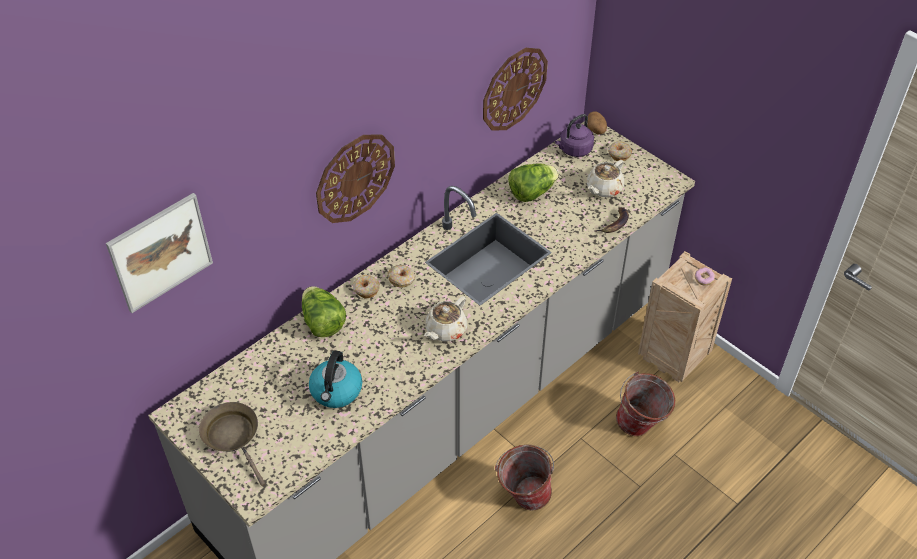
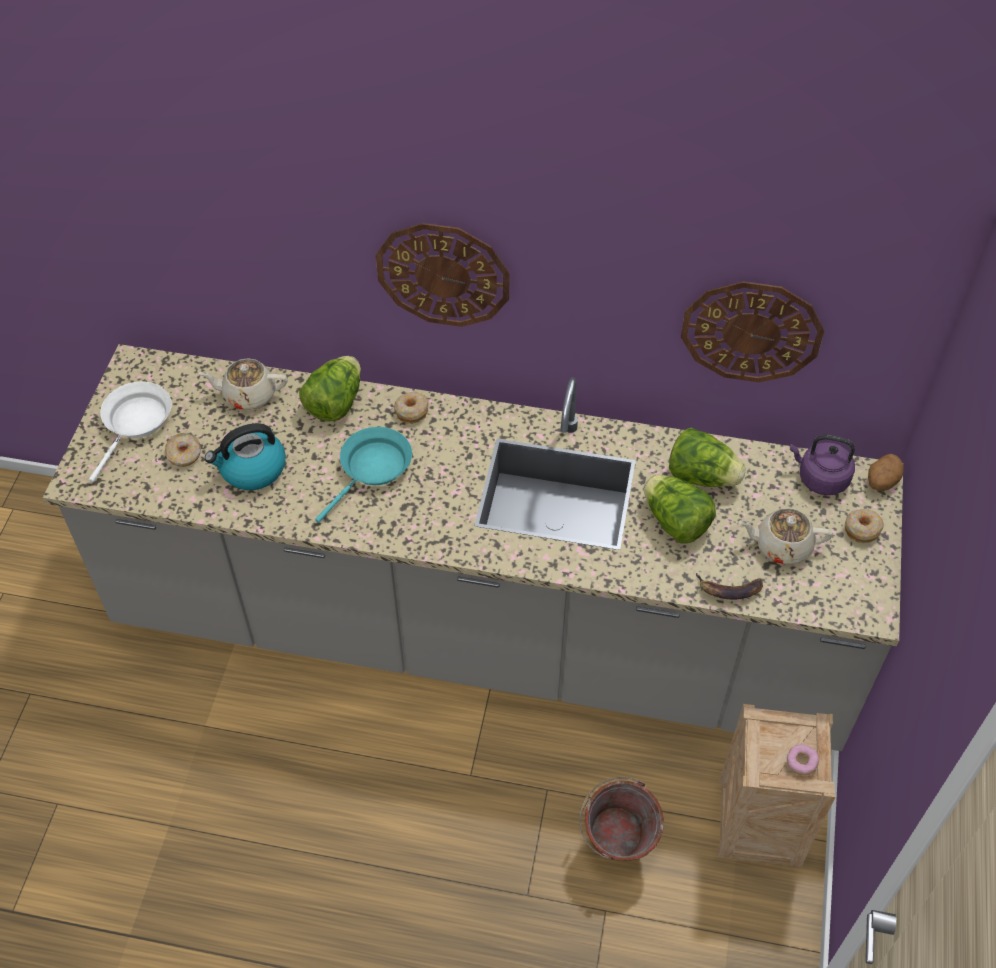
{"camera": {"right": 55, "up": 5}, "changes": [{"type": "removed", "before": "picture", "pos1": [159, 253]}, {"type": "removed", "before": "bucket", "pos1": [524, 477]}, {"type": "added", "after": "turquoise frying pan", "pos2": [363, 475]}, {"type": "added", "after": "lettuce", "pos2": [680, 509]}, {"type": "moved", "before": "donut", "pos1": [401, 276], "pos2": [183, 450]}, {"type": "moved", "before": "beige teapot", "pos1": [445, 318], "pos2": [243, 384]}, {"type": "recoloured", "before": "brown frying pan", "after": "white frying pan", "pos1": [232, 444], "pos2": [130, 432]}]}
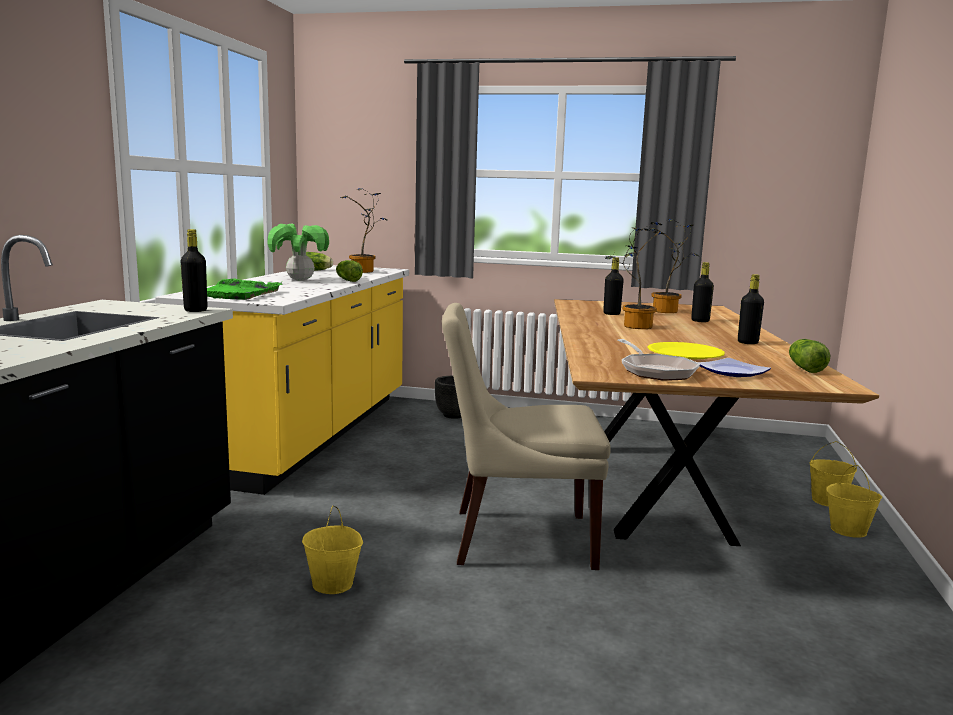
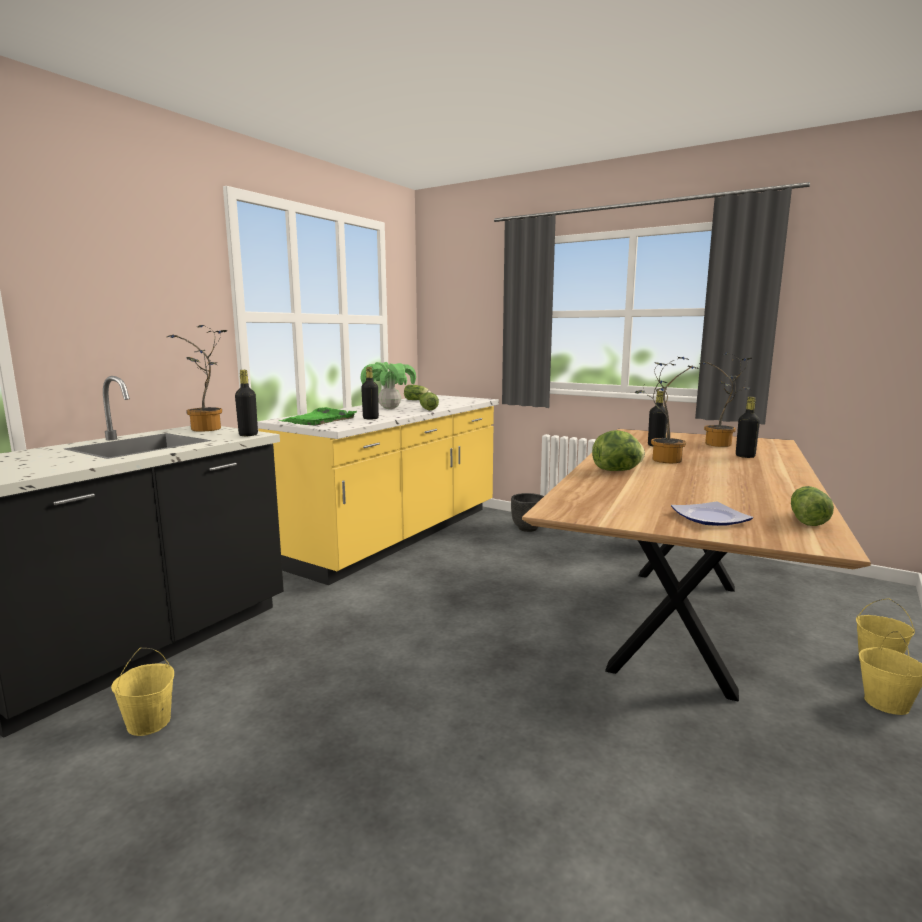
{"camera": {"right": 20, "up": 0}, "changes": [{"type": "removed", "before": "beige chair", "pos1": [526, 436]}, {"type": "removed", "before": "frying pan", "pos1": [658, 360]}, {"type": "removed", "before": "yellow plate", "pos1": [686, 350]}, {"type": "added", "after": "lettuce", "pos2": [618, 450]}, {"type": "moved", "before": "yellow bucket", "pos1": [332, 550], "pos2": [142, 692]}, {"type": "moved", "before": "potted plant", "pos1": [363, 230], "pos2": [197, 378]}, {"type": "moved", "before": "black bottle", "pos1": [751, 309], "pos2": [370, 393]}]}
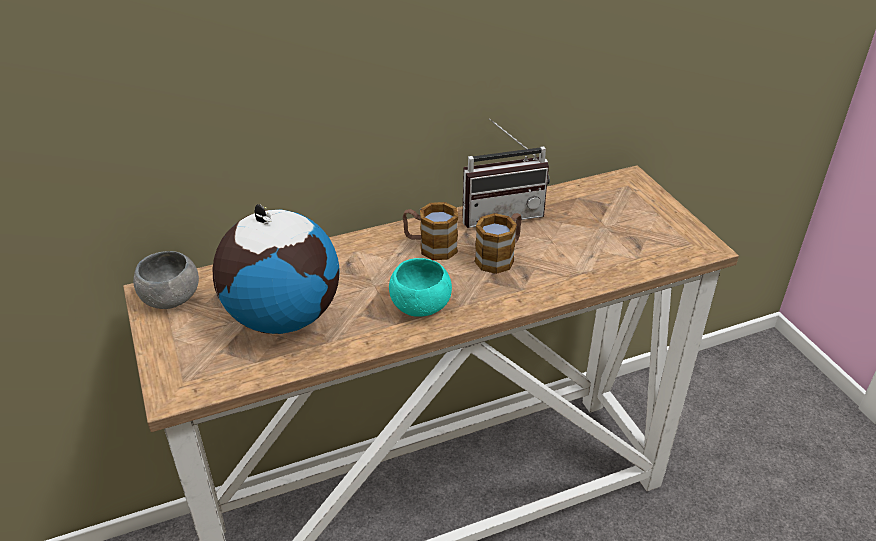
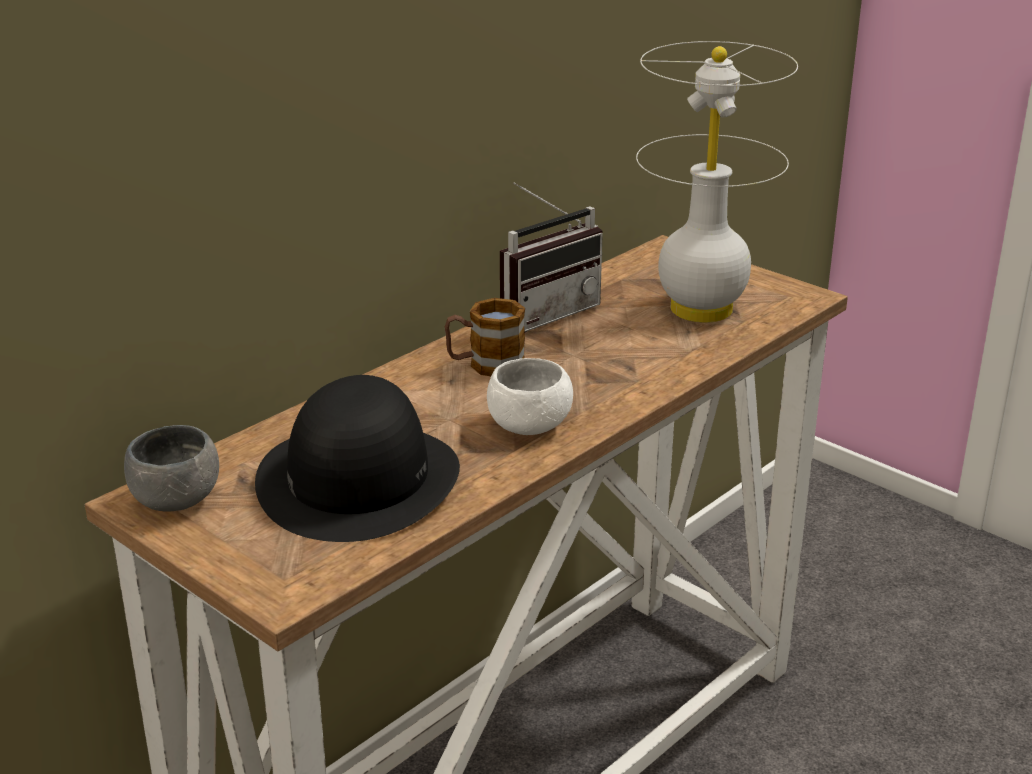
{"camera": {"right": -25, "up": -10}, "changes": [{"type": "removed", "before": "mug", "pos1": [498, 243]}, {"type": "added", "after": "white table lamp", "pos2": [717, 182]}, {"type": "replaced", "before": "globe", "after": "black hat", "pos1": [276, 269], "pos2": [357, 458]}, {"type": "recoloured", "before": "turquoise bowl", "after": "white bowl", "pos1": [420, 287], "pos2": [530, 396]}]}
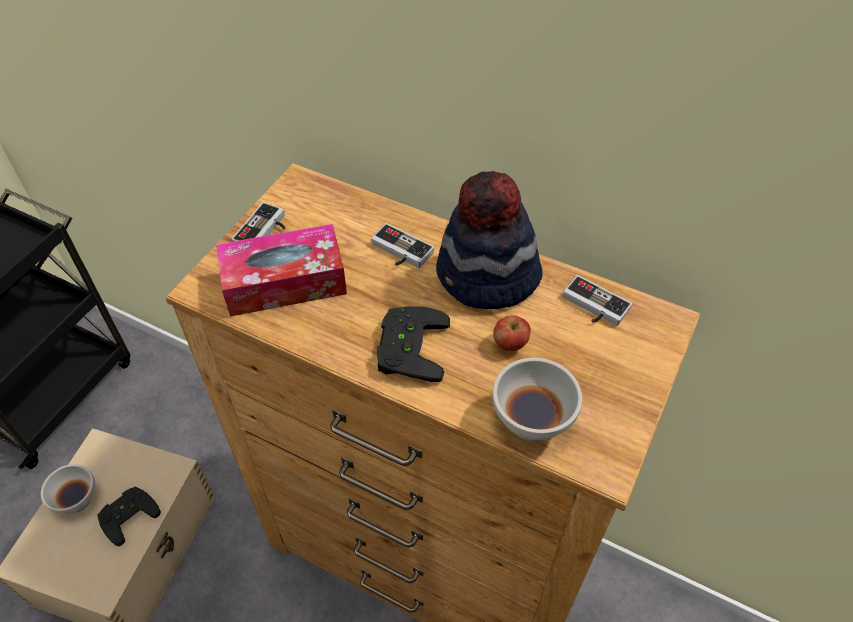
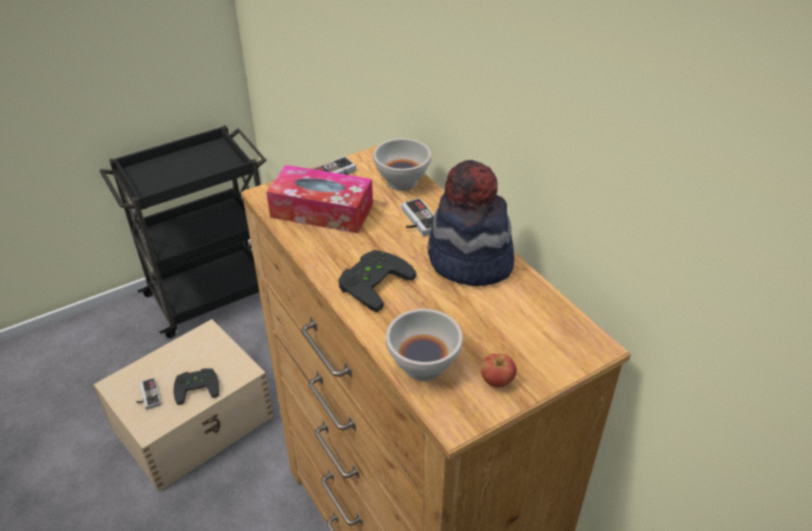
{"camera": {"right": 30, "up": -10}, "changes": [{"type": "moved", "before": "white bowl", "pos1": [68, 488], "pos2": [402, 164]}, {"type": "moved", "before": "apple", "pos1": [512, 333], "pos2": [498, 371]}, {"type": "moved", "before": "game controller", "pos1": [597, 300], "pos2": [148, 394]}]}
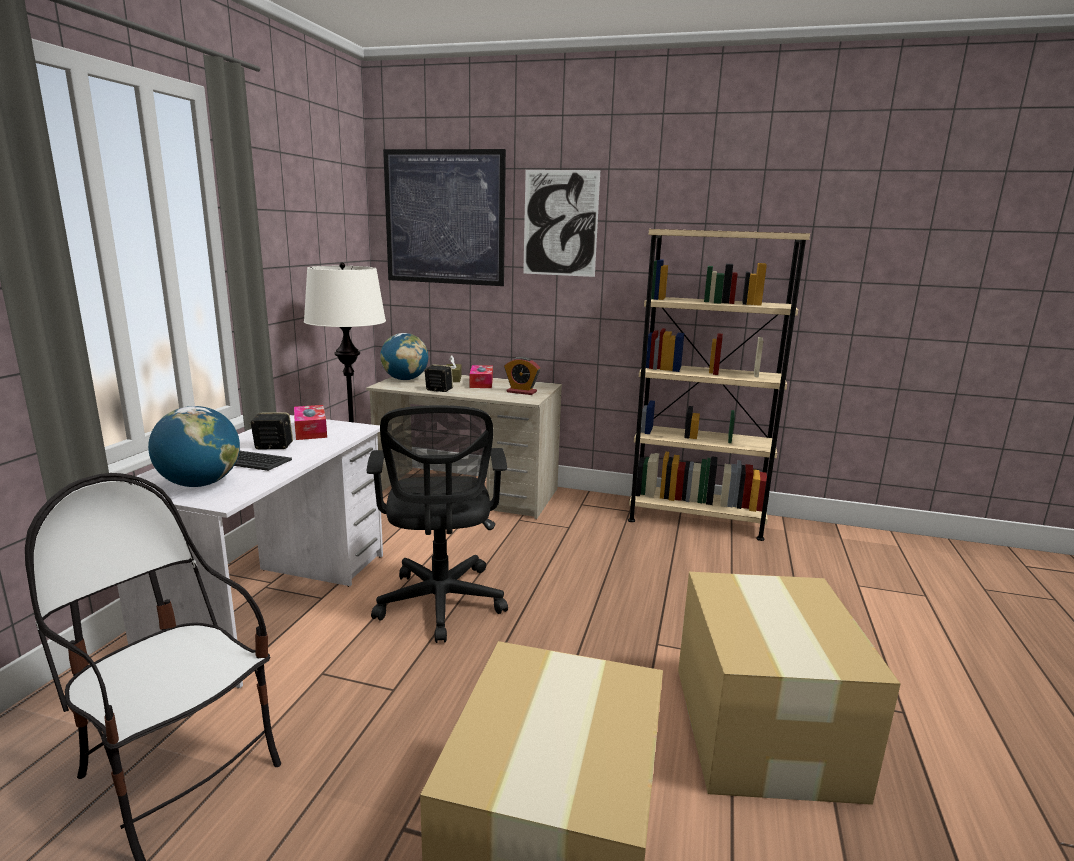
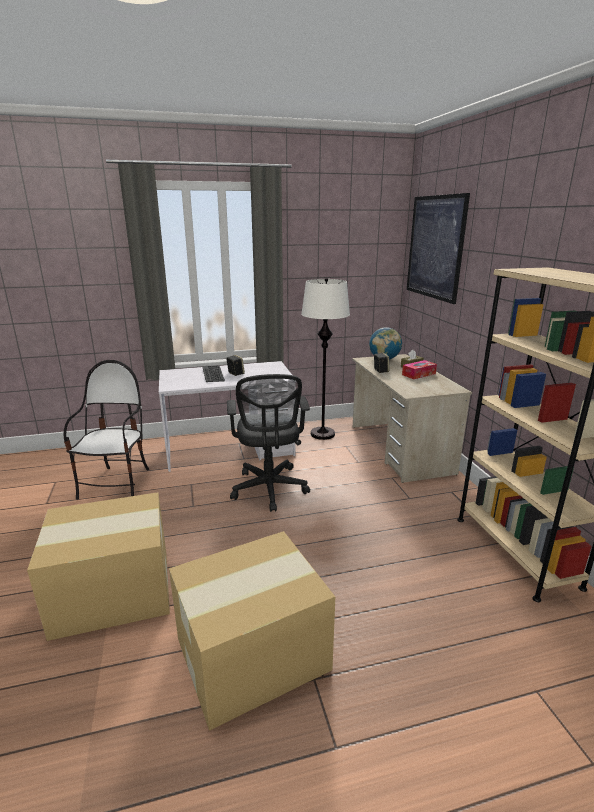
{"camera": {"right": 60, "up": 5}, "changes": [{"type": "removed", "before": "globe", "pos1": [194, 446]}, {"type": "removed", "before": "tissue box", "pos1": [310, 422]}, {"type": "removed", "before": "alarm clock", "pos1": [522, 376]}, {"type": "removed", "before": "picture", "pos1": [561, 223]}, {"type": "turned", "before": "black office chair", "pos1": [437, 524], "pos2": [268, 443], "turn": -60}]}
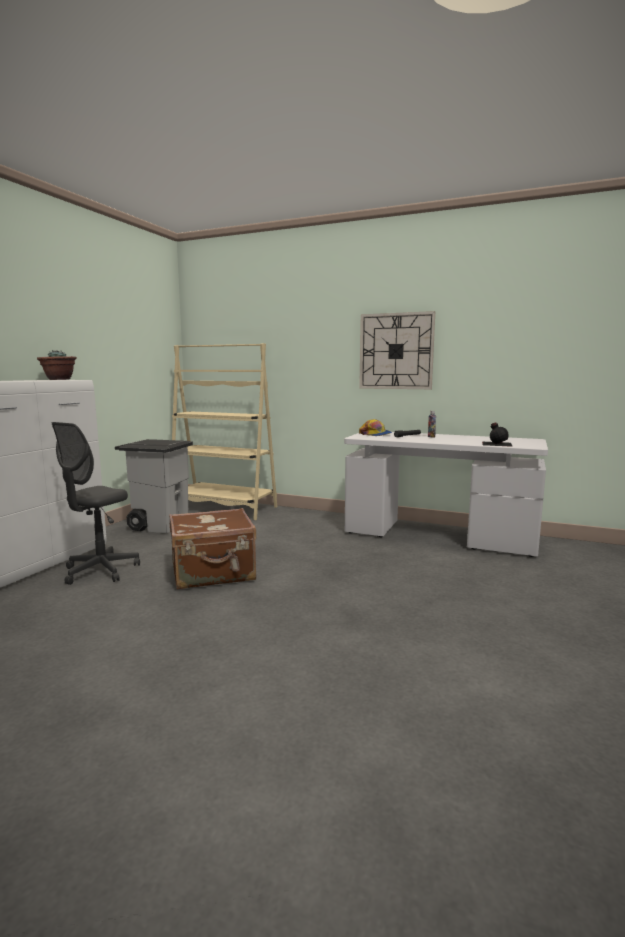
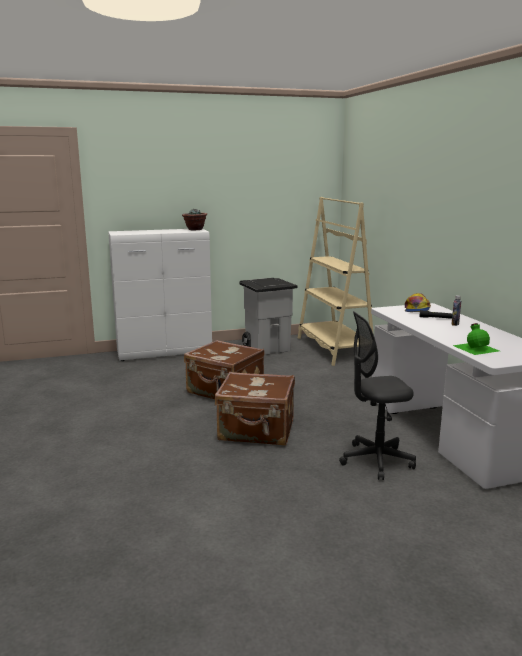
{"camera": {"right": 50, "up": 5}, "changes": [{"type": "removed", "before": "wall clock", "pos1": [397, 350]}, {"type": "added", "after": "brown suitcase", "pos2": [255, 408]}, {"type": "moved", "before": "grey office chair", "pos1": [96, 503], "pos2": [377, 395]}, {"type": "recoloured", "before": "black bottle", "after": "green bottle", "pos1": [497, 434], "pos2": [476, 339]}]}
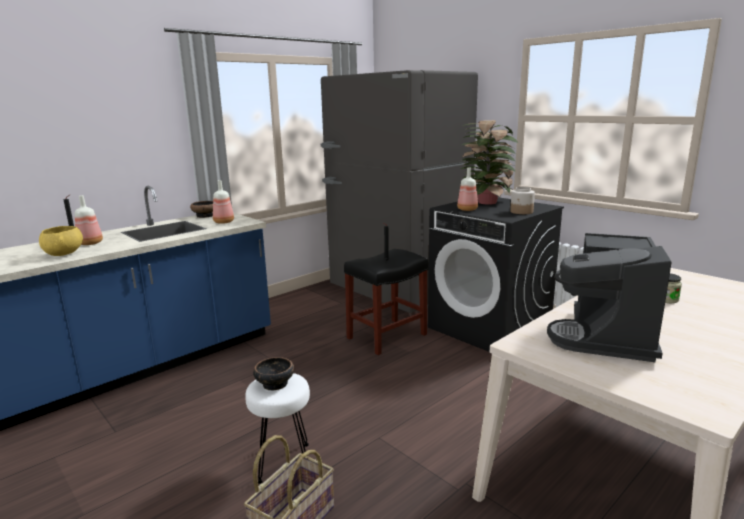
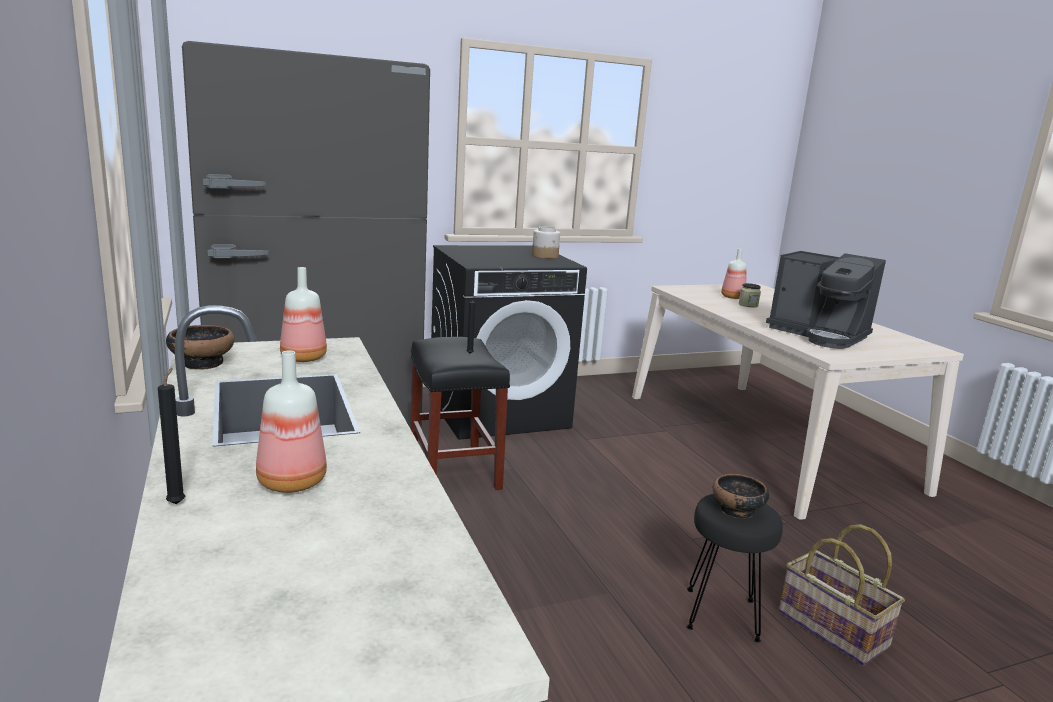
{"camera": {"right": -70, "up": 0}, "changes": [{"type": "removed", "before": "yellow bowl", "pos1": [61, 241]}, {"type": "removed", "before": "potted plant", "pos1": [489, 162]}, {"type": "moved", "before": "bottle", "pos1": [467, 189], "pos2": [733, 273]}, {"type": "recoloured", "before": "white stool", "after": "black stool", "pos1": [277, 428], "pos2": [735, 568]}]}
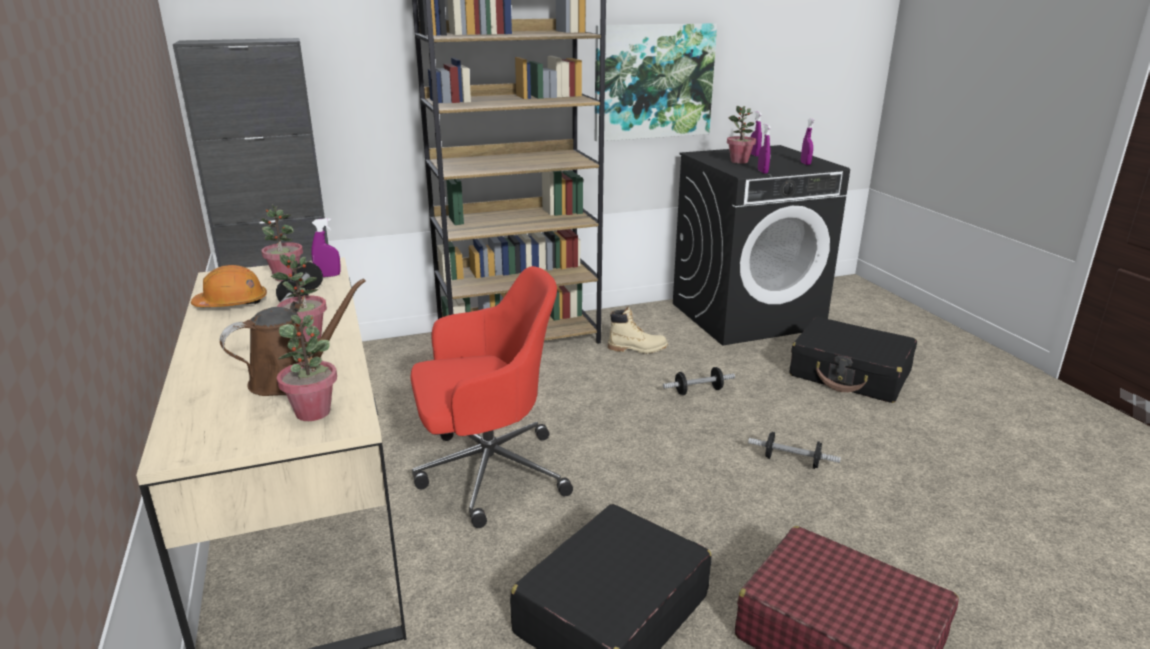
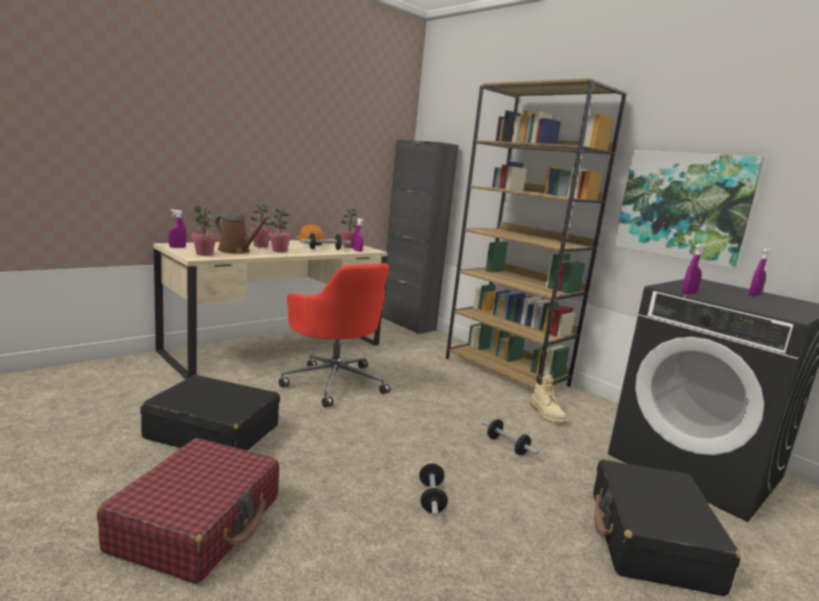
{"camera": {"right": 65, "up": -10}, "changes": [{"type": "moved", "before": "potted plant", "pos1": [741, 135], "pos2": [261, 226]}, {"type": "moved", "before": "purple spray bottle", "pos1": [808, 141], "pos2": [177, 228]}]}
